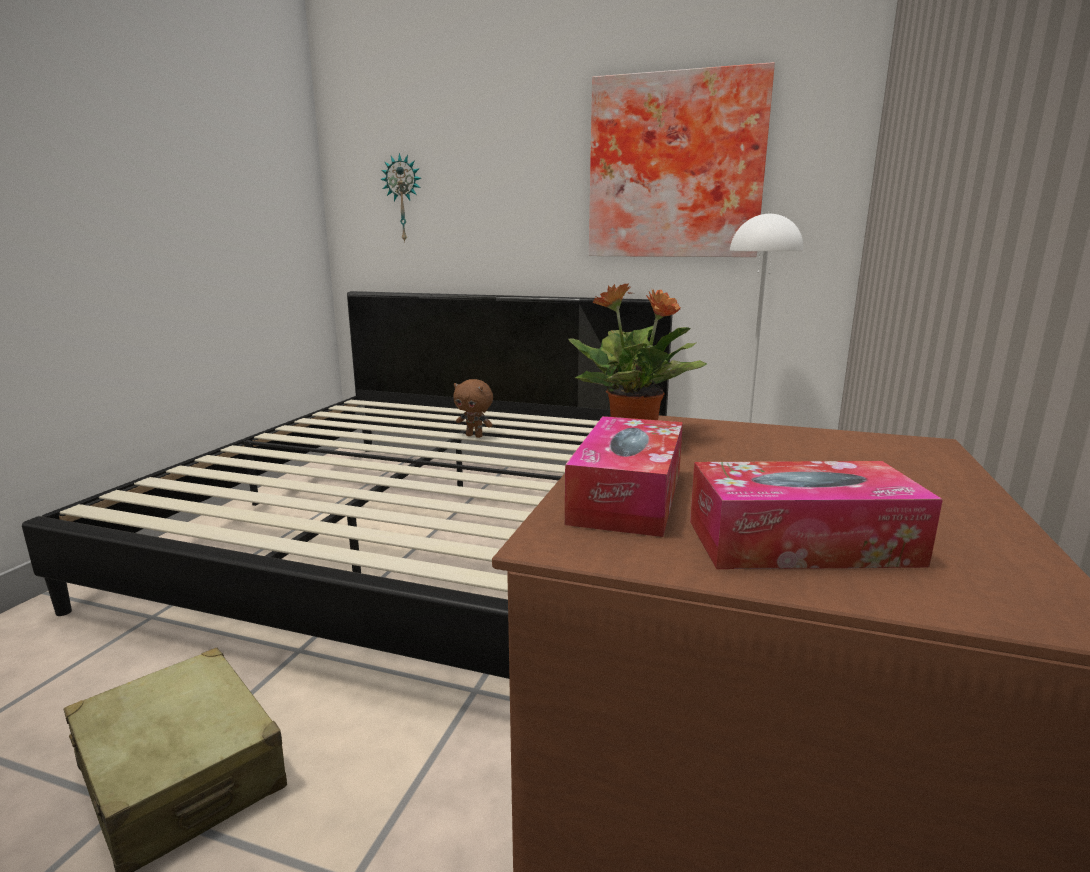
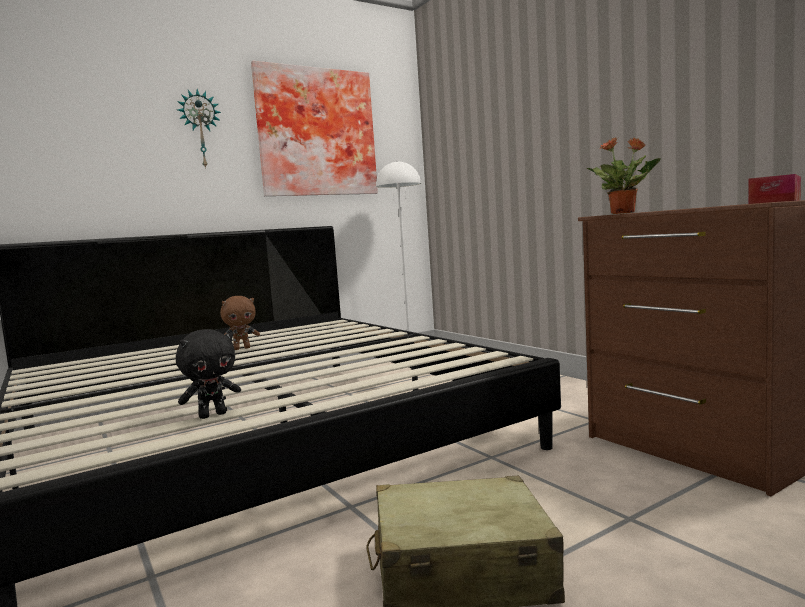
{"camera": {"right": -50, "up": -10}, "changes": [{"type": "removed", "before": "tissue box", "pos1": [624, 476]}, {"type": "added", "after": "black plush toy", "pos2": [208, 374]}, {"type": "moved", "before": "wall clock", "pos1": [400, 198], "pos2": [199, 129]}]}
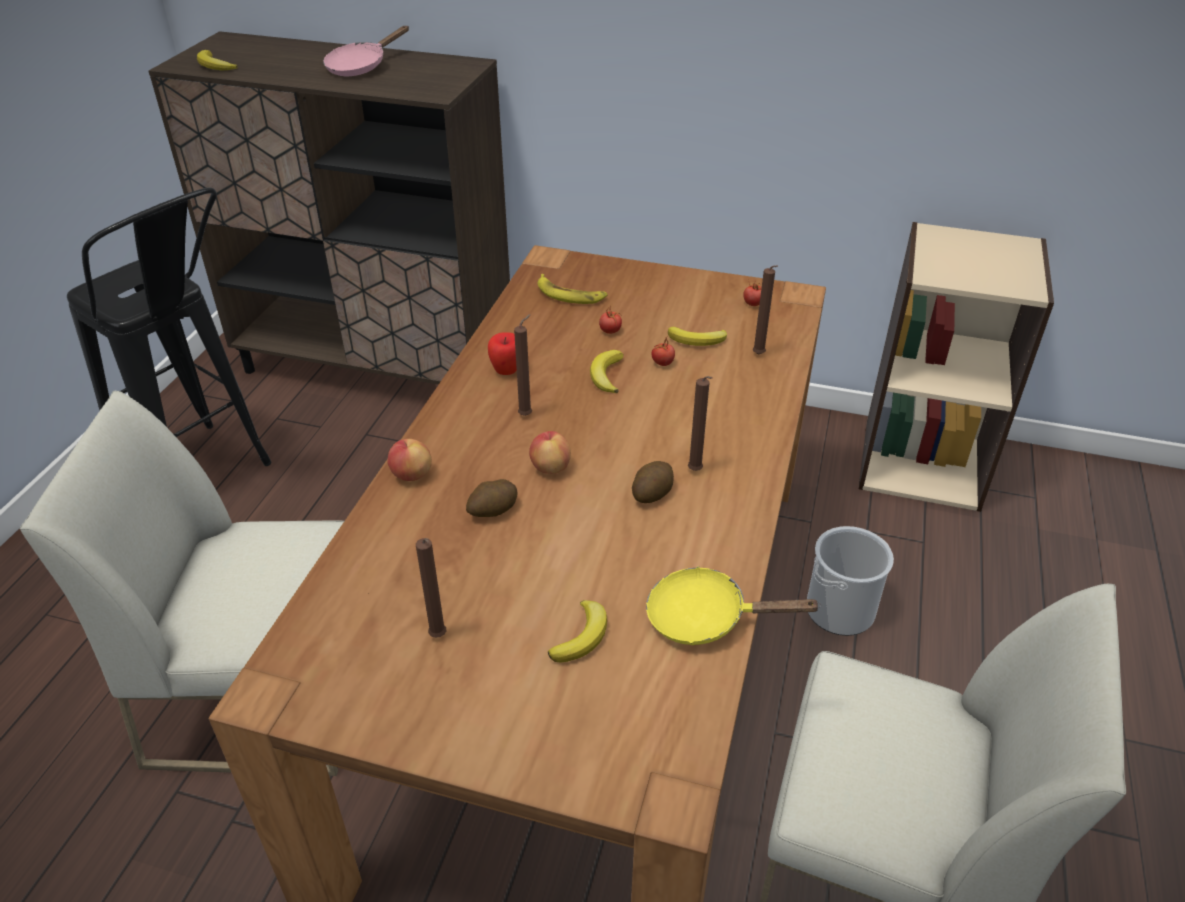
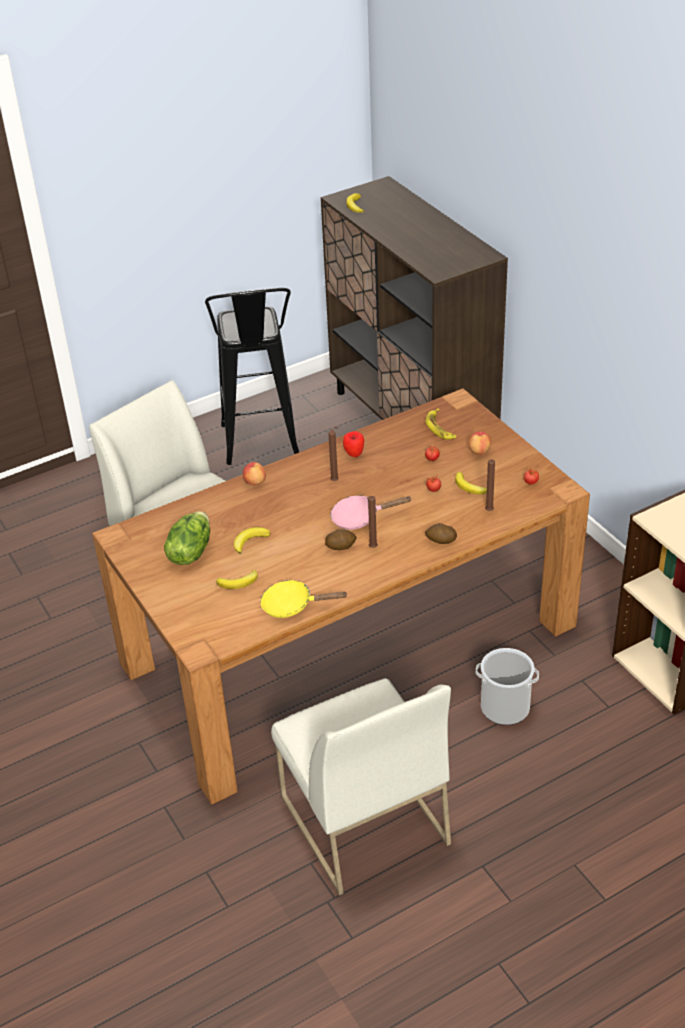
{"camera": {"right": 45, "up": 0}, "changes": [{"type": "moved", "before": "pink frying pan", "pos1": [366, 51], "pos2": [371, 512]}, {"type": "moved", "before": "potato", "pos1": [491, 498], "pos2": [441, 533]}, {"type": "moved", "before": "apple", "pos1": [550, 452], "pos2": [480, 443]}, {"type": "moved", "before": "banana", "pos1": [606, 371], "pos2": [252, 540]}, {"type": "replaced", "before": "brown candle", "after": "lettuce", "pos1": [431, 588], "pos2": [187, 538]}, {"type": "turned", "before": "yellow frying pan", "pos1": [733, 605], "pos2": [304, 599], "turn": -45}]}
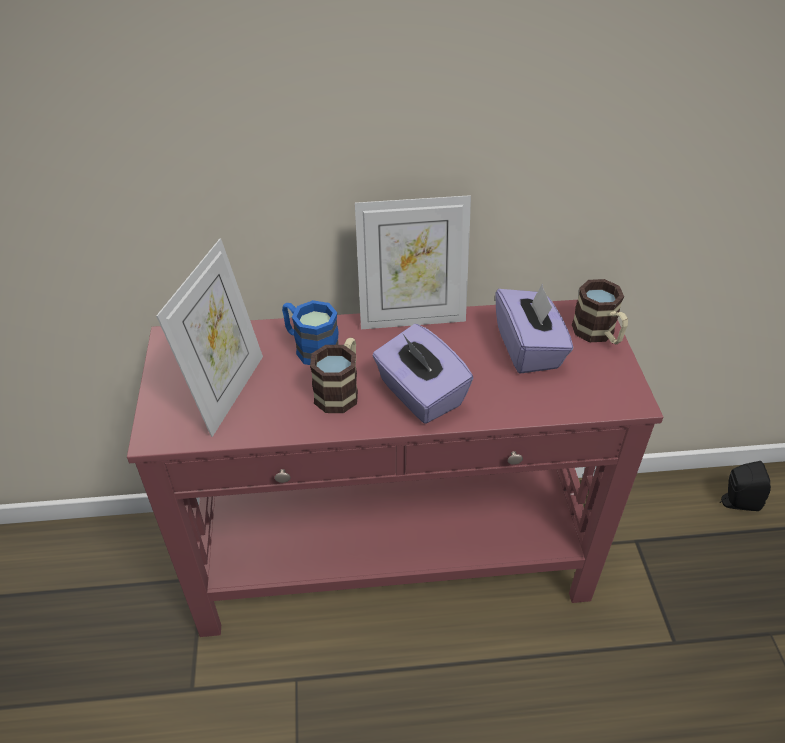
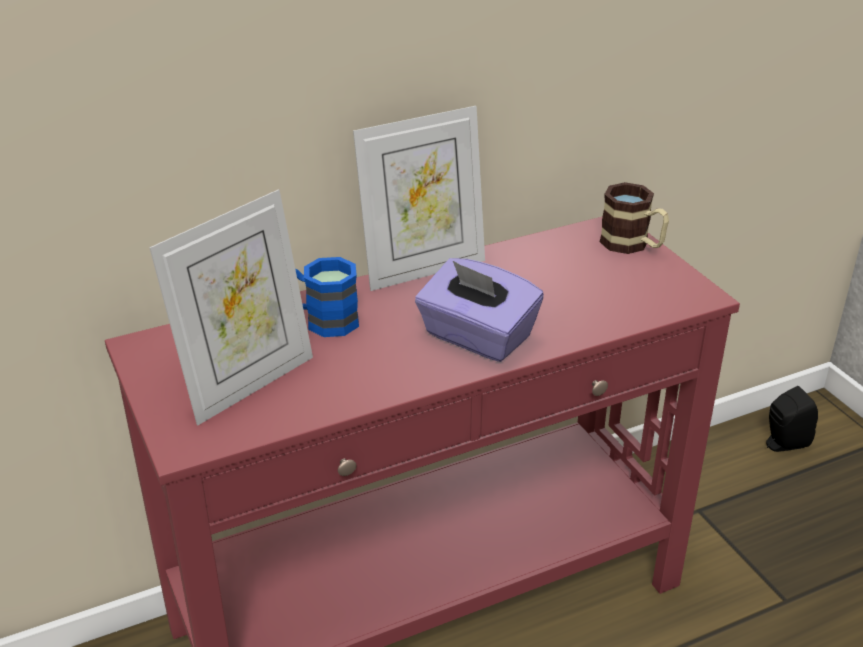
{"camera": {"right": -20, "up": -10}, "changes": [{"type": "removed", "before": "mug", "pos1": [334, 375]}, {"type": "removed", "before": "purple tissue box", "pos1": [534, 328]}, {"type": "turned", "before": "picture frame", "pos1": [209, 337], "pos2": [231, 307], "turn": 45}]}
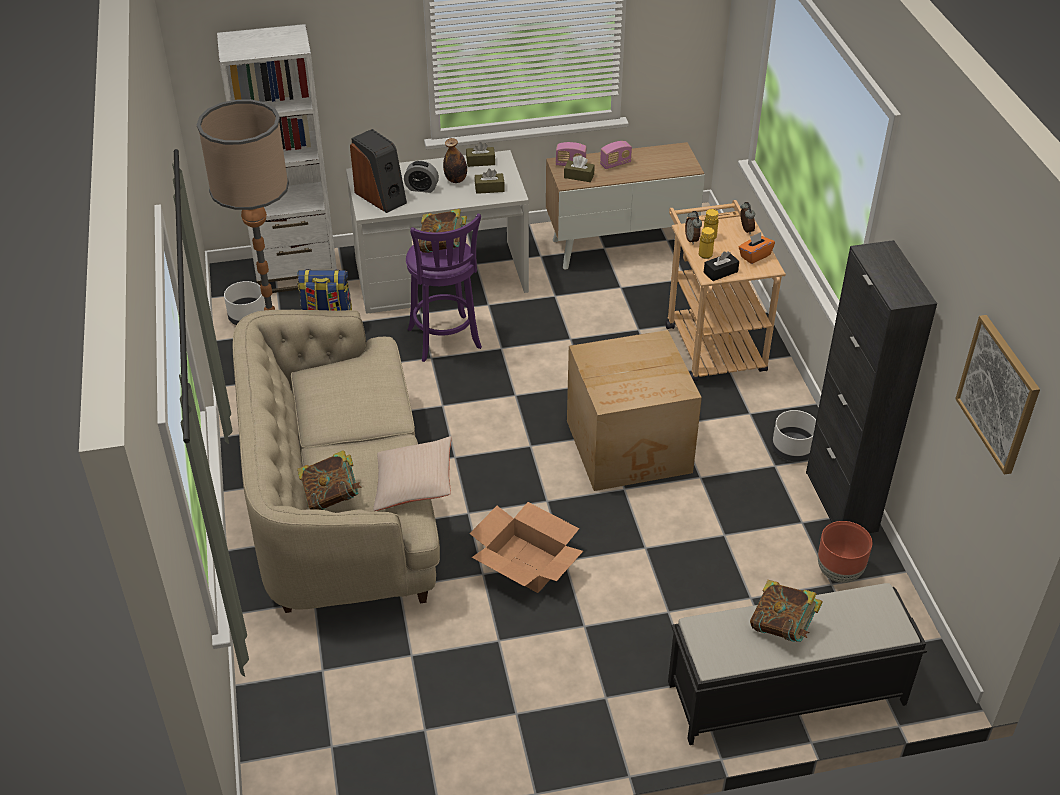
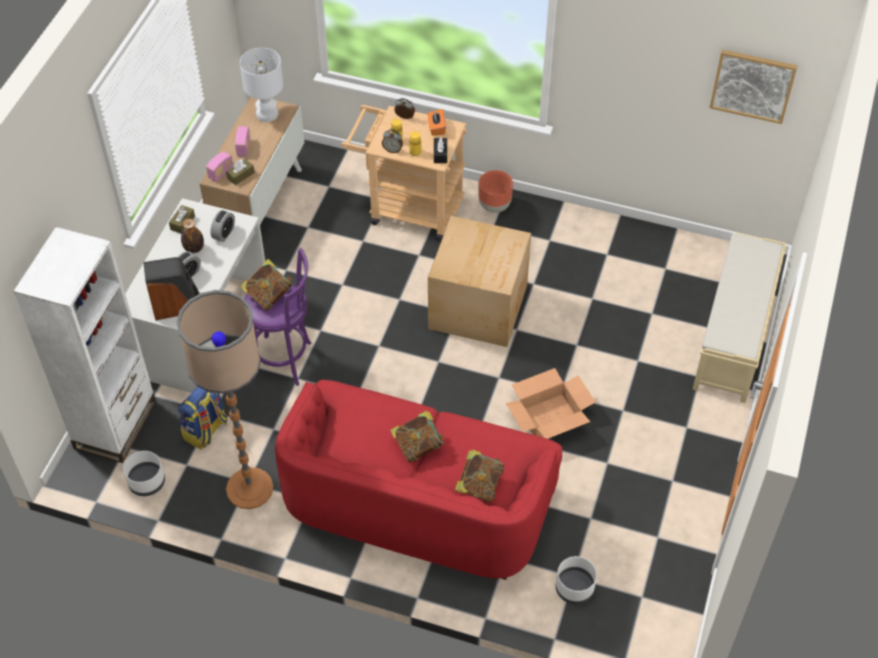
{"camera": {"right": -60, "up": 10}, "changes": [{"type": "removed", "before": "beige pillow", "pos1": [412, 473]}, {"type": "removed", "before": "black cabinet", "pos1": [871, 386]}, {"type": "added", "after": "white table lamp", "pos2": [261, 85]}, {"type": "moved", "before": "book", "pos1": [786, 611], "pos2": [418, 437]}, {"type": "moved", "before": "white planter", "pos1": [794, 435], "pos2": [576, 580]}, {"type": "moved", "before": "brown planter", "pos1": [845, 552], "pos2": [495, 191]}, {"type": "replaced", "before": "brown tissue box", "after": "alarm clock", "pos1": [490, 181], "pos2": [222, 226]}, {"type": "recoloured", "before": "beige sofa", "after": "red sofa", "pos1": [336, 461], "pos2": [418, 480]}, {"type": "recoloured", "before": "black bench", "after": "beige bench", "pos1": [797, 664], "pos2": [739, 318]}]}
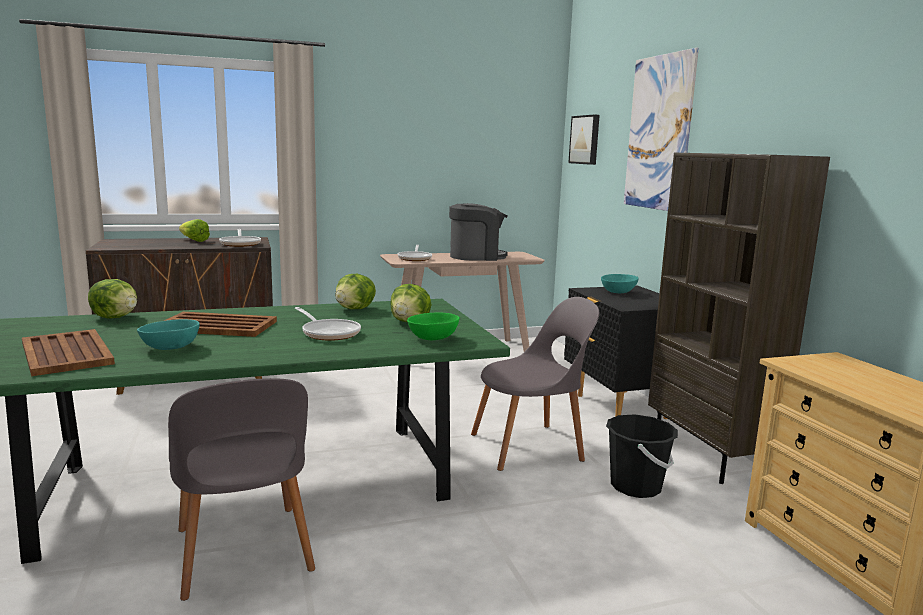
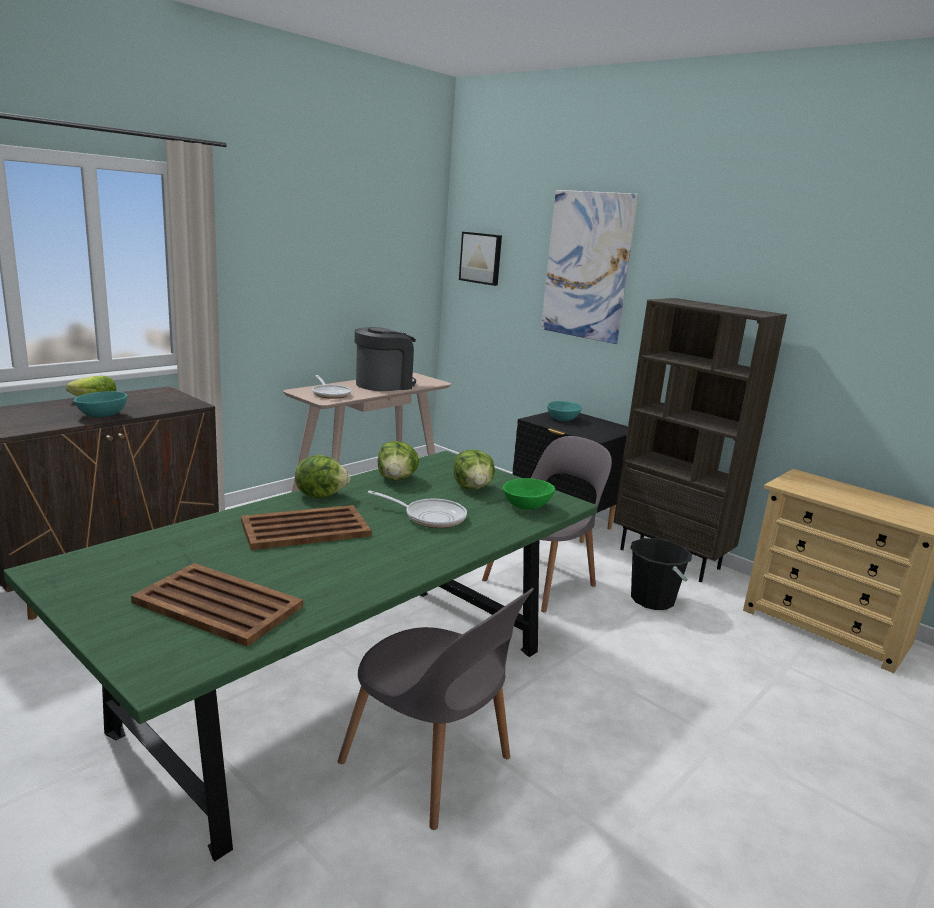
{"camera": {"right": -30, "up": 5}, "changes": [{"type": "removed", "before": "frying pan", "pos1": [240, 238]}, {"type": "moved", "before": "lettuce", "pos1": [112, 299], "pos2": [322, 476]}, {"type": "moved", "before": "turquoise bowl", "pos1": [168, 334], "pos2": [101, 404]}]}
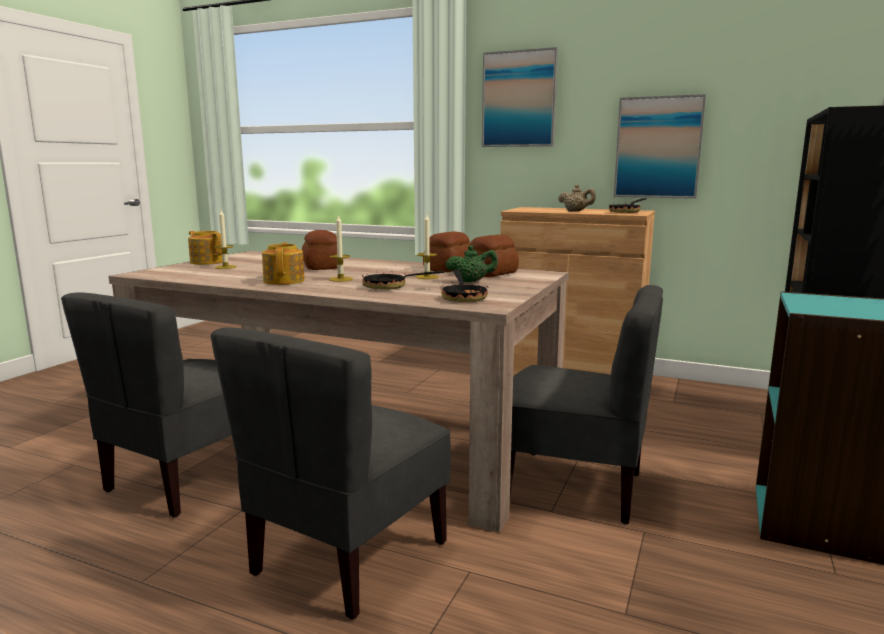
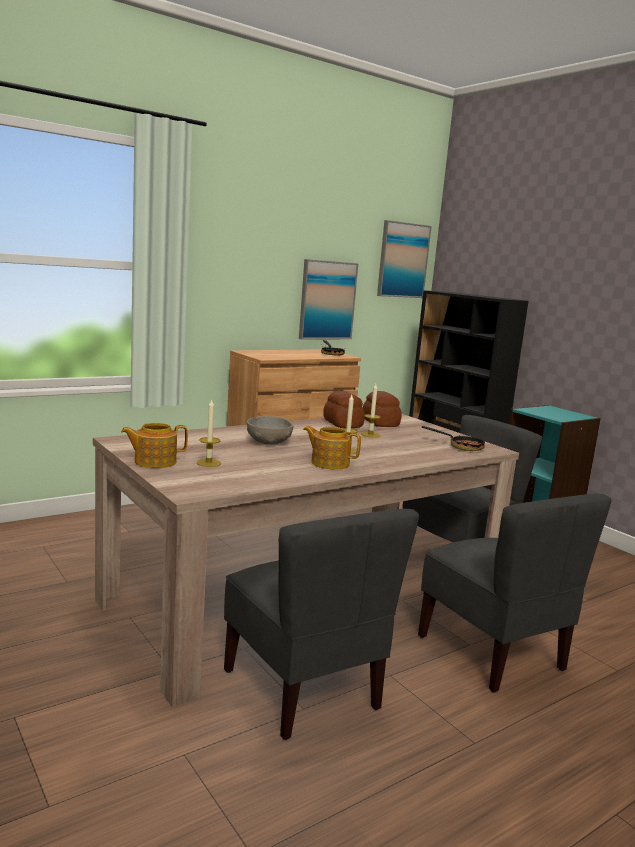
{"camera": {"right": -60, "up": 0}, "changes": [{"type": "removed", "before": "frying pan", "pos1": [403, 280]}, {"type": "removed", "before": "green teapot", "pos1": [472, 263]}, {"type": "removed", "before": "beige teapot", "pos1": [577, 198]}, {"type": "moved", "before": "picture", "pos1": [520, 97], "pos2": [404, 259]}, {"type": "replaced", "before": "bread", "after": "grey bowl", "pos1": [319, 250], "pos2": [270, 430]}]}
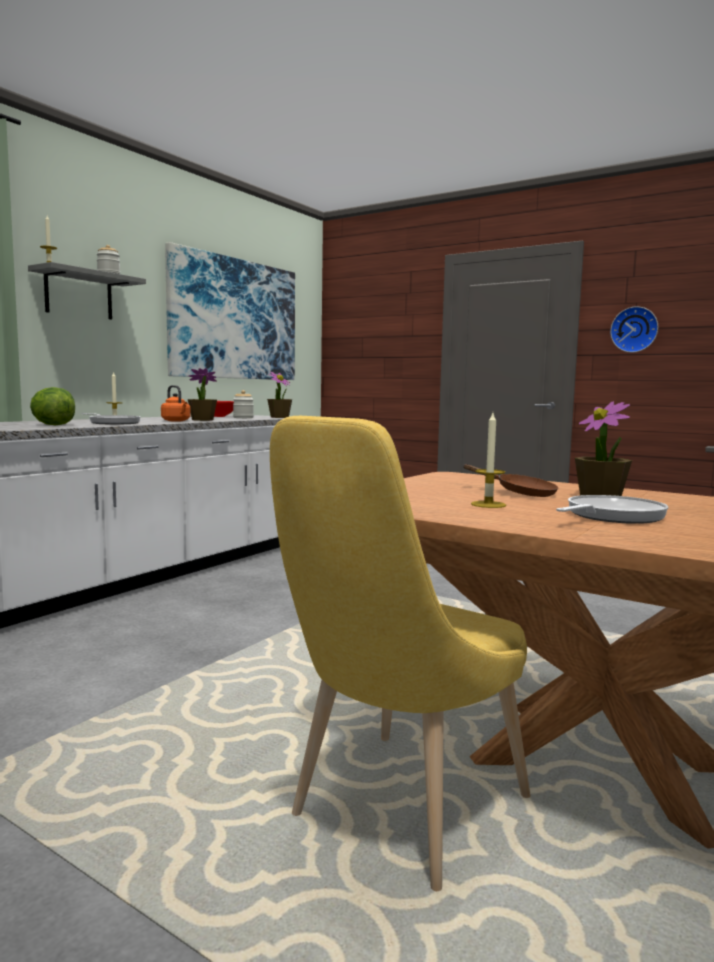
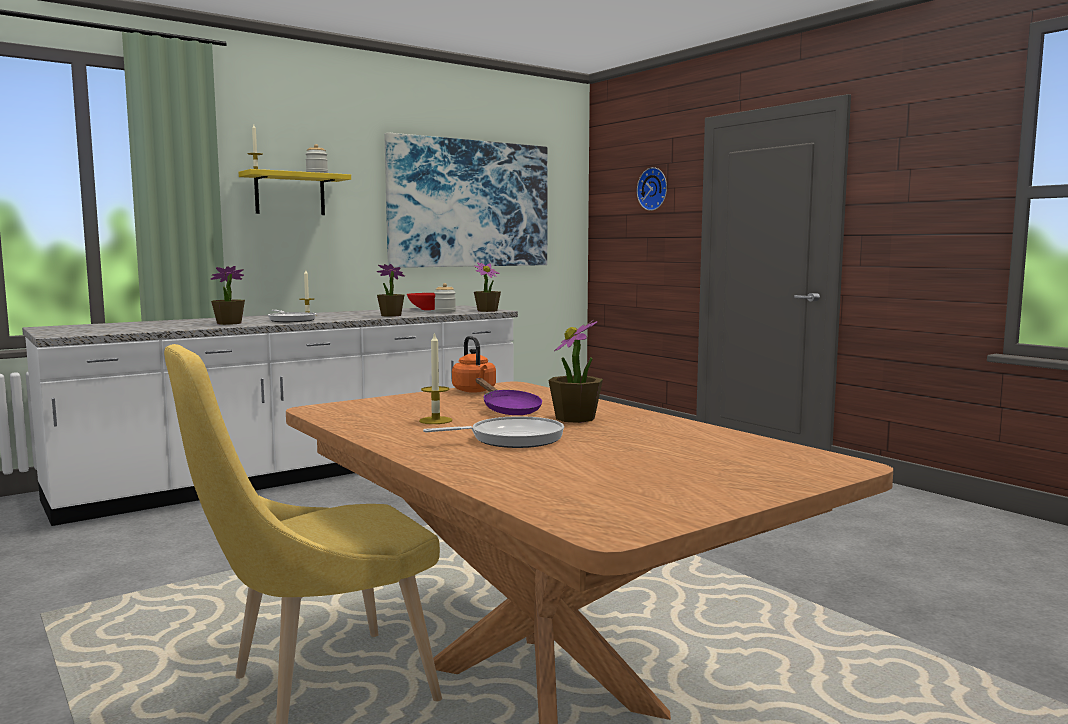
{"camera": {"right": 20, "up": 0}, "changes": [{"type": "moved", "before": "orange kettle", "pos1": [176, 403], "pos2": [474, 364]}, {"type": "moved", "before": "wall clock", "pos1": [634, 329], "pos2": [652, 189]}, {"type": "replaced", "before": "lettuce", "after": "potted plant", "pos1": [52, 406], "pos2": [228, 295]}, {"type": "recoloured", "before": "grey shelf", "after": "yellow shelf", "pos1": [87, 291], "pos2": [295, 192]}, {"type": "recoloured", "before": "brown frying pan", "after": "purple frying pan", "pos1": [511, 480], "pos2": [509, 396]}]}
